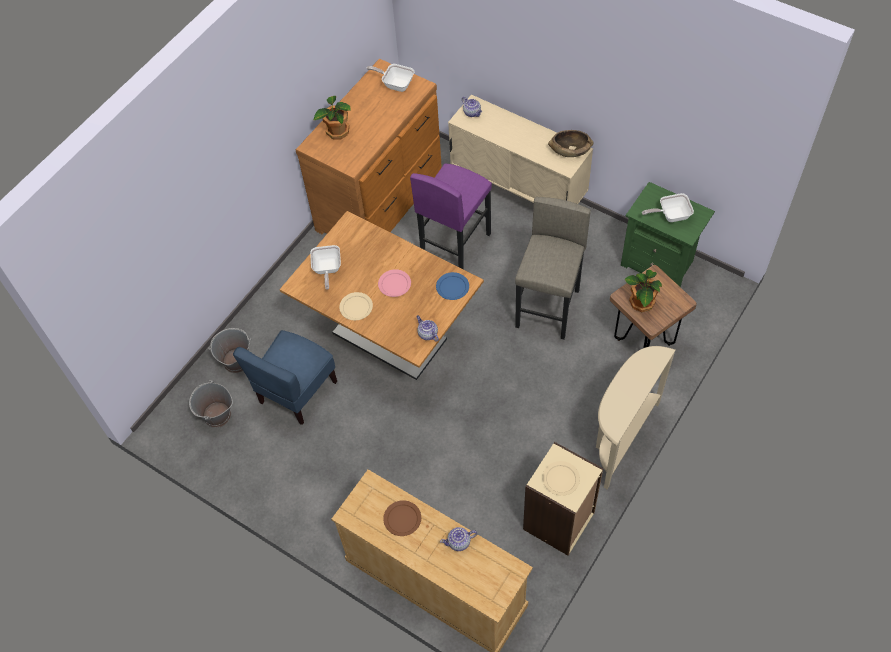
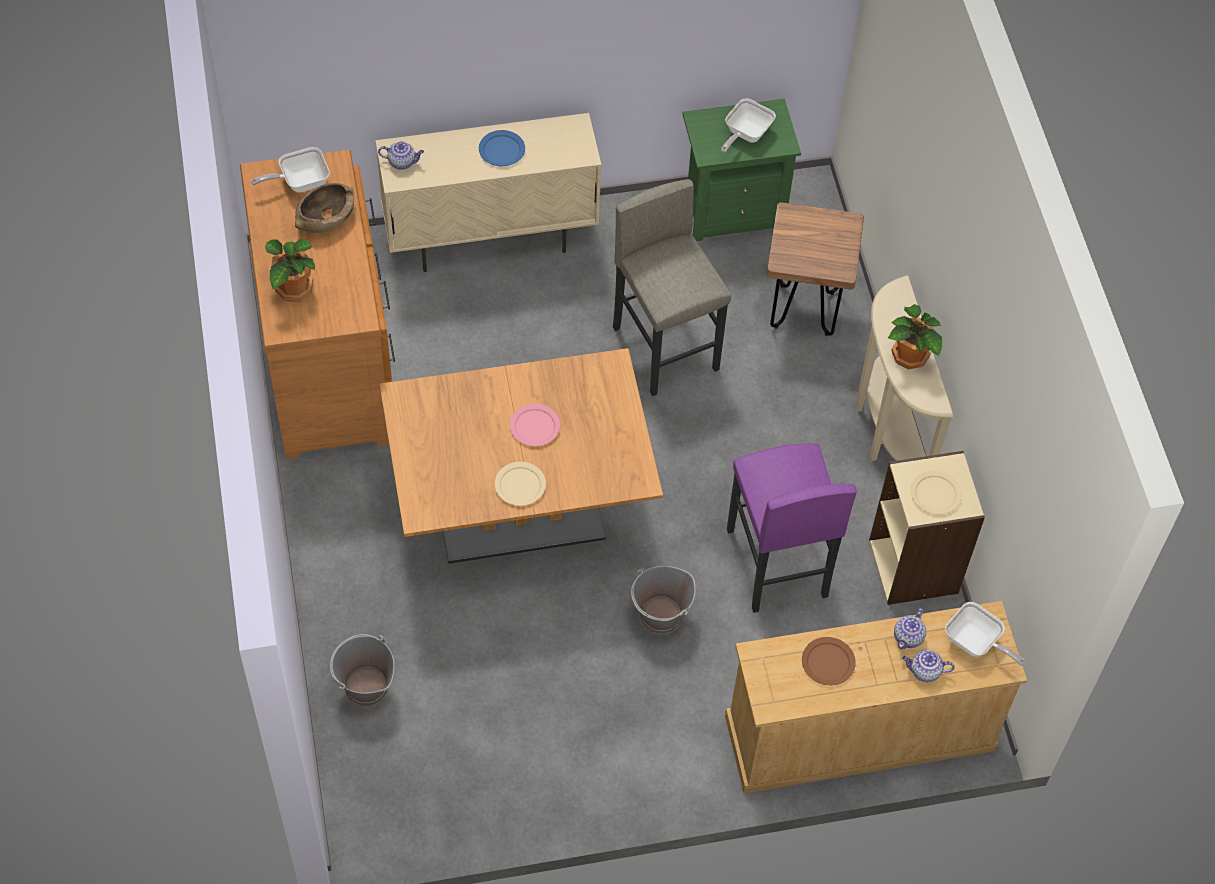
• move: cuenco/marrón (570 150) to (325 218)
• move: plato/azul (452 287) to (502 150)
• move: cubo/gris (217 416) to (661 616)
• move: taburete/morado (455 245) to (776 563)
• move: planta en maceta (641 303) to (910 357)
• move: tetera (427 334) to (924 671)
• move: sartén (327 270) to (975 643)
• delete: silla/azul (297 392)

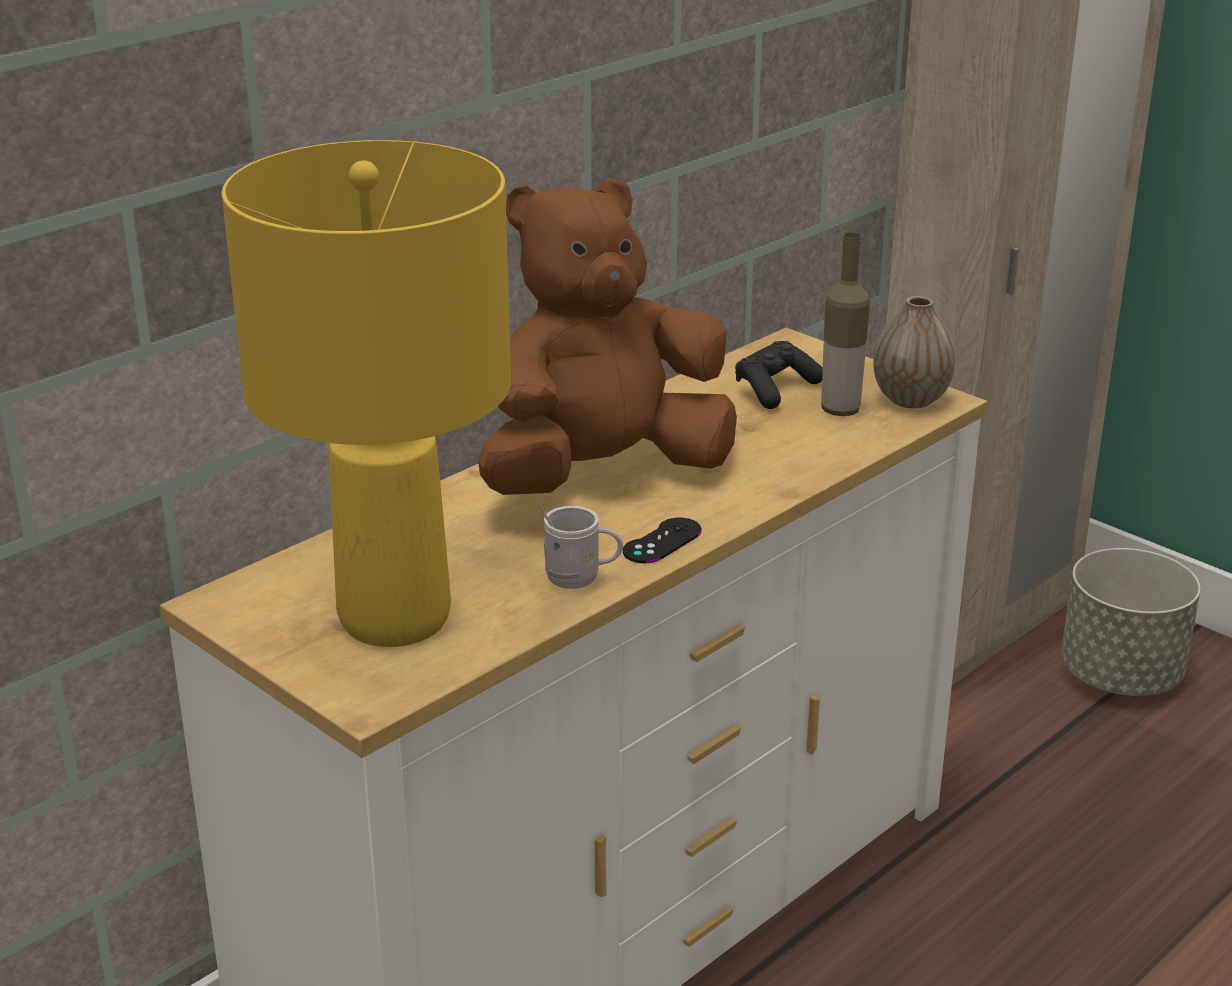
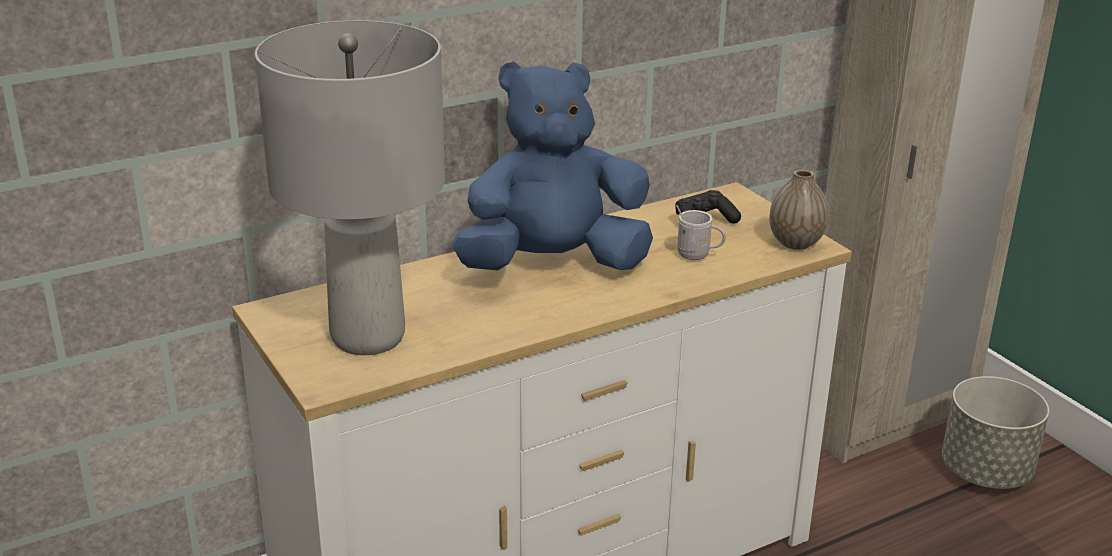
• recolor: lámpara de mesa/amarillo (393 617) to lámpara de mesa/gris (367 336)
• recolor: peluche/marrón (602 475) to peluche/azul (553 264)
• move: taza grande/blanco (581 579) to (698 255)
• delete: mando de consola/negro (662 541)
• delete: botella (840 410)

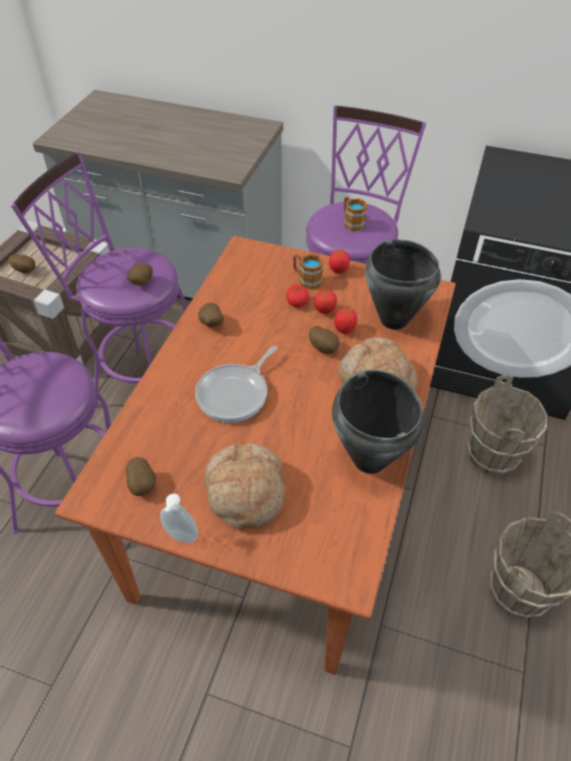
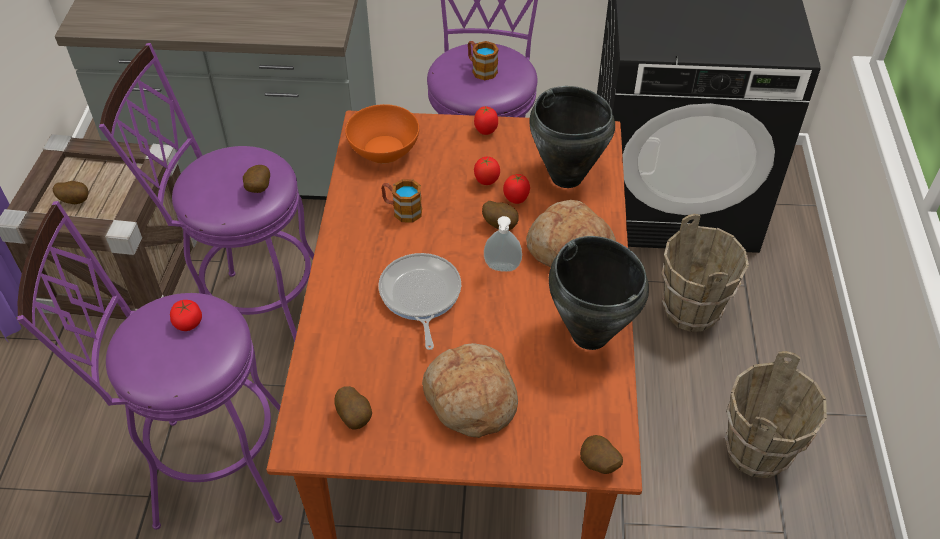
• move: tomate (297 302) to (188 322)
• insert: cuenco/naranja (383 150)
• rotate: sartén (235 394) = (420 296) 150 degrees clockwise
• move: taza grande (306 279) to (402 210)
• move: dispensador de jabón (180 537) to (502 269)
• move: patata (211 325) to (598 465)

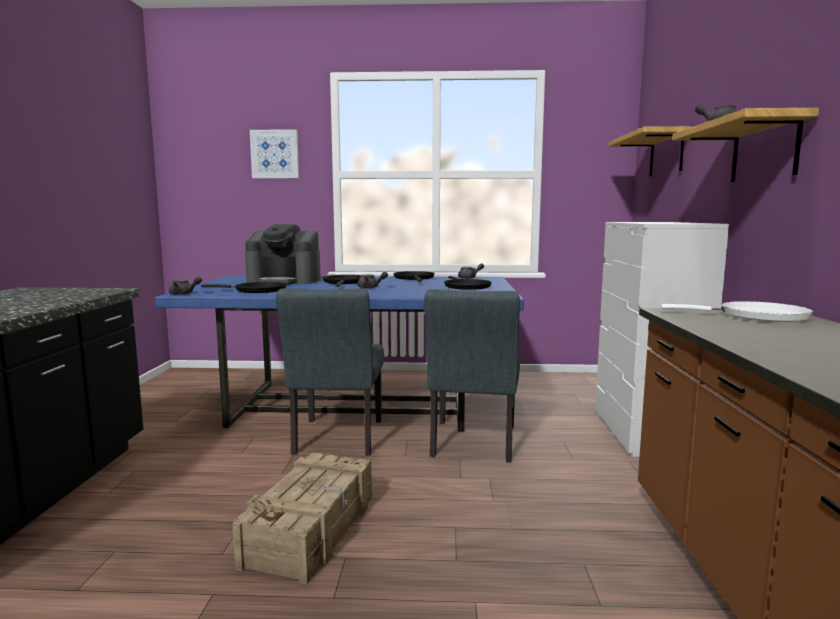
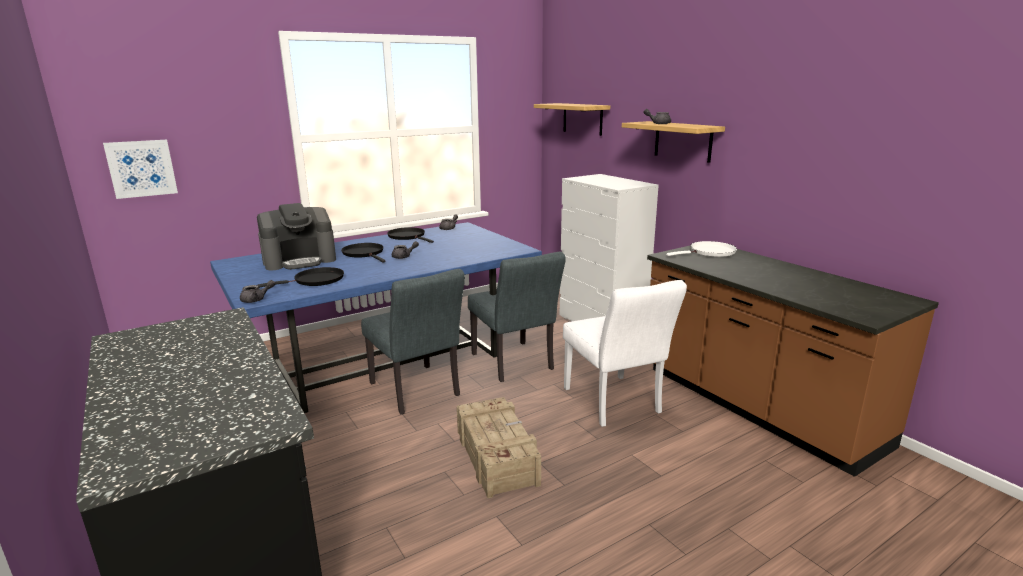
• move: cuadro (275 154) to (141 168)
• insert: silla/blanco (615 404)
• delete: sartén/negro (466 287)

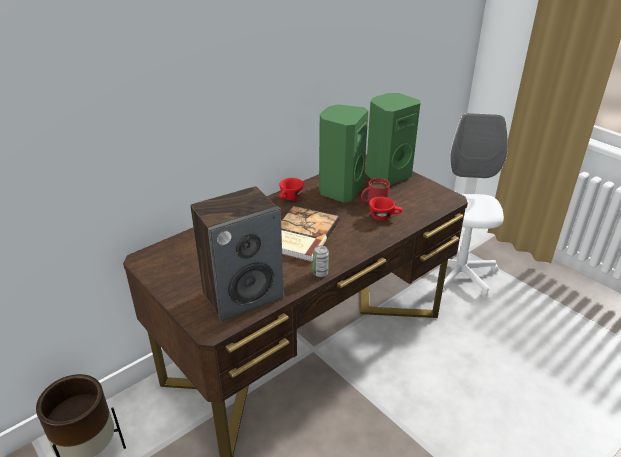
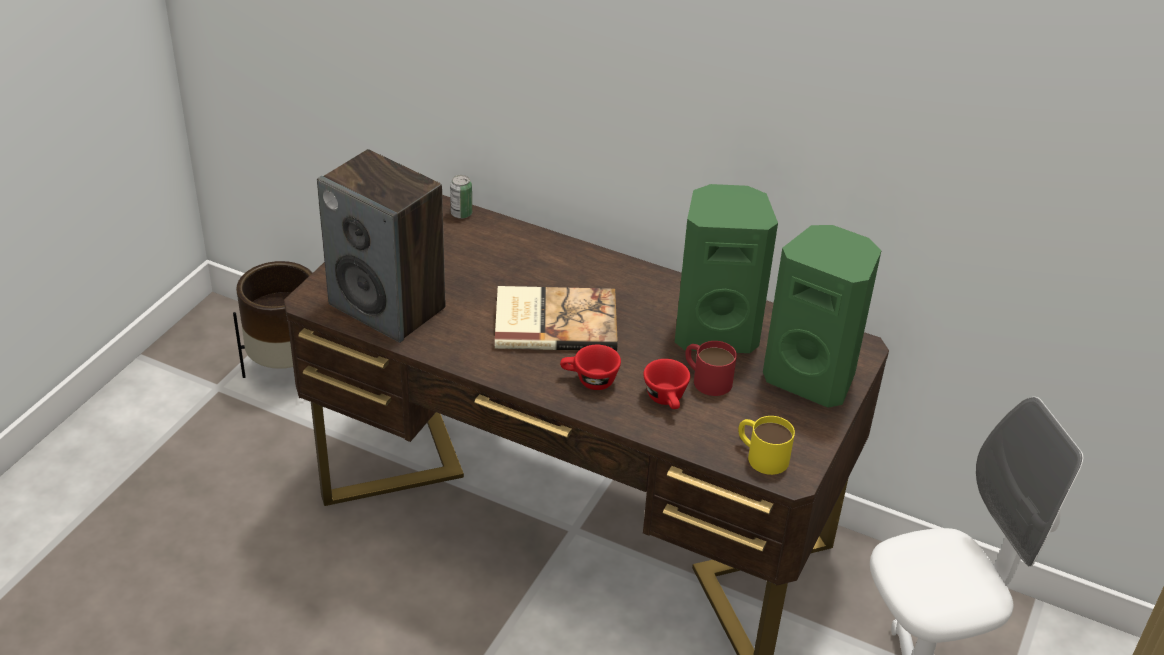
• move: lata (320 273) to (461 214)
• move: taza/rojo (290 198) to (589 381)
• insert: taza grande/amarillo (761 455)

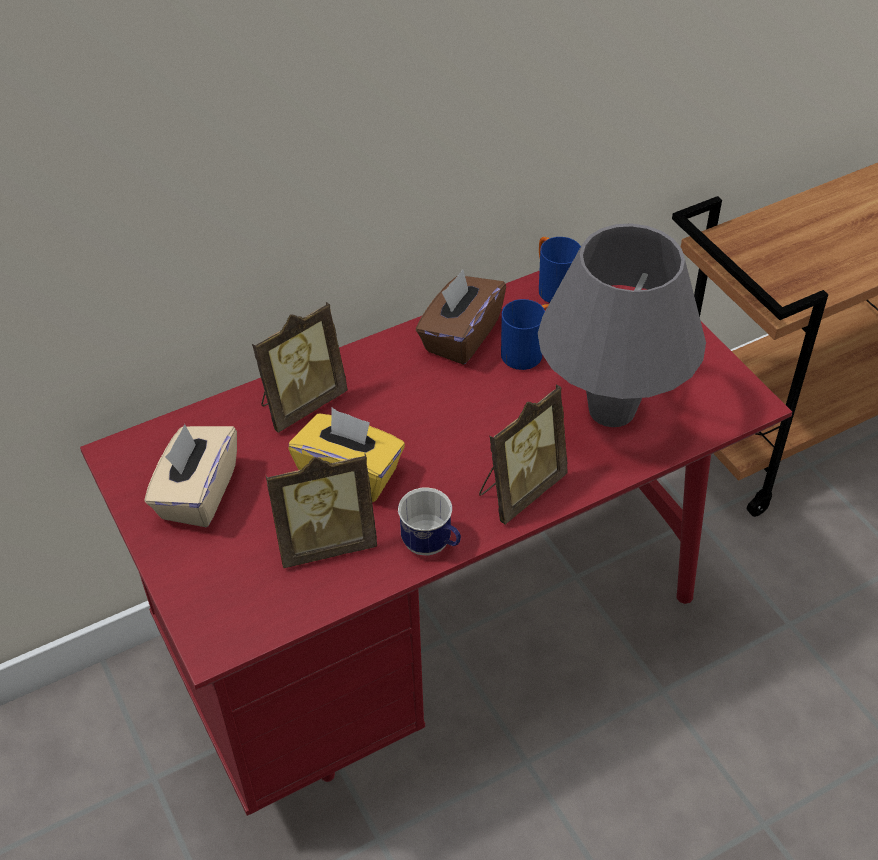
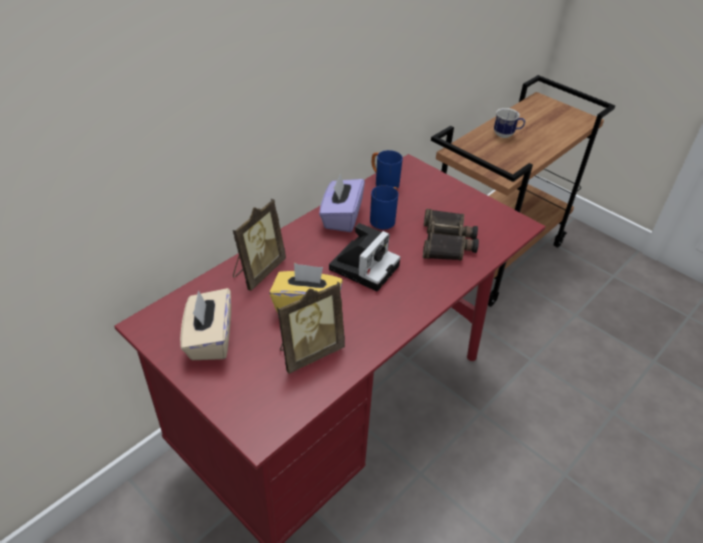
• recolor: caja de pañuelos/marrón (460 336) to caja de pañuelos/morado (341 217)
• insert: cámara (364 265)
• replace: lámpara de mesa/gris (611 410) to prismáticos (448 242)
• move: taza grande (432 546) to (506 135)
• delete: portarretratos (519 489)

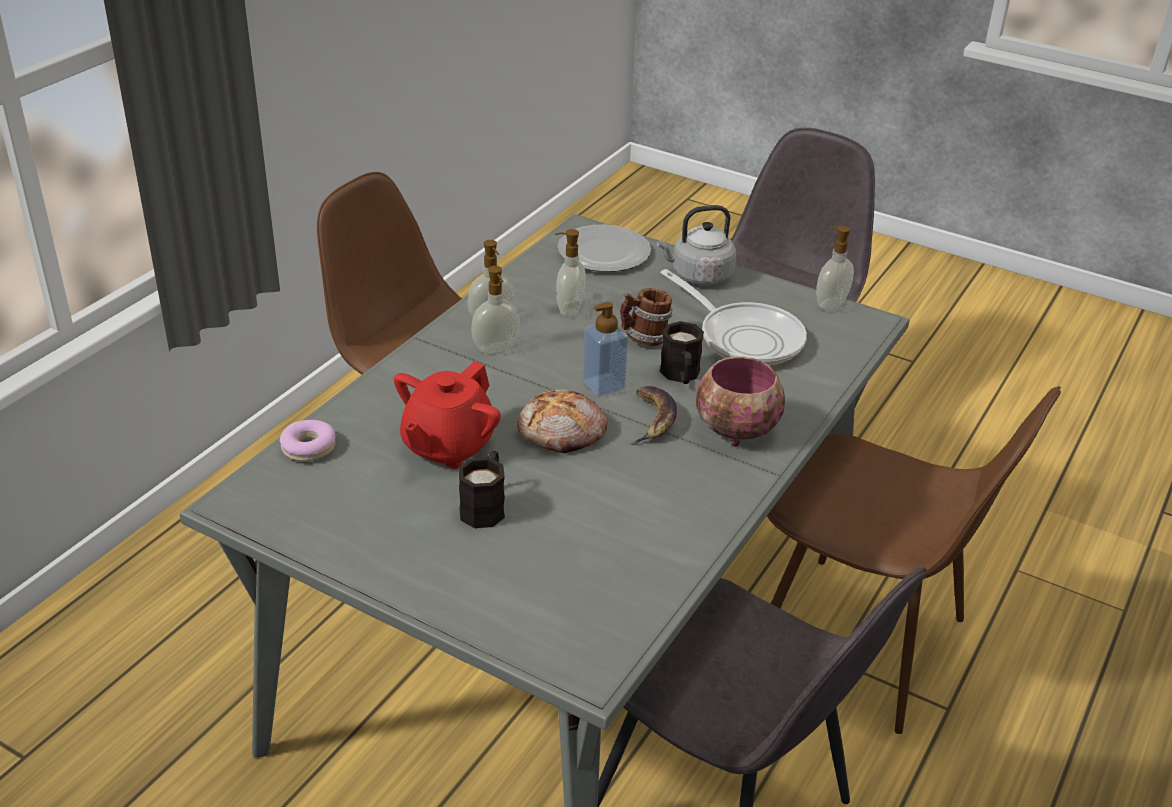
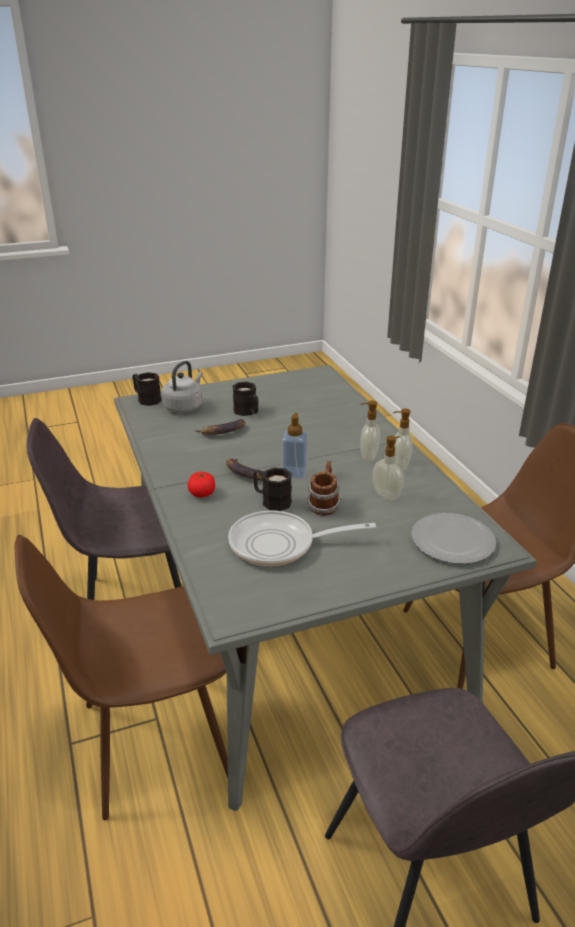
• insert: taza grande/negro (146 399)
• move: hervidor/gris (698 276) to (184 406)
• replace: cuenco (736 431) to tomate (202 493)
• insert: plátano (222 432)
• delete: rosquilla (309 448)
• delete: tetera/rojo (447 446)
• delete: pan (563 432)
• delete: dispensador de jabón (829 304)

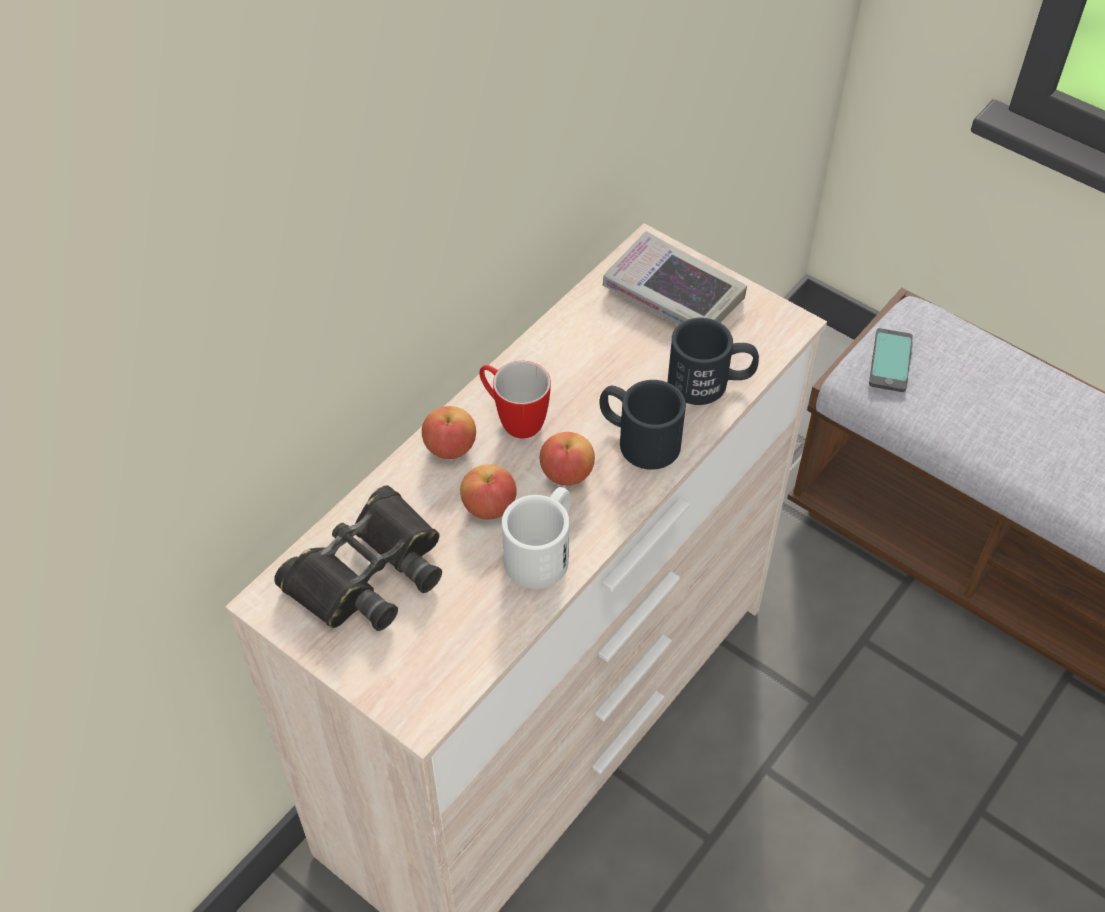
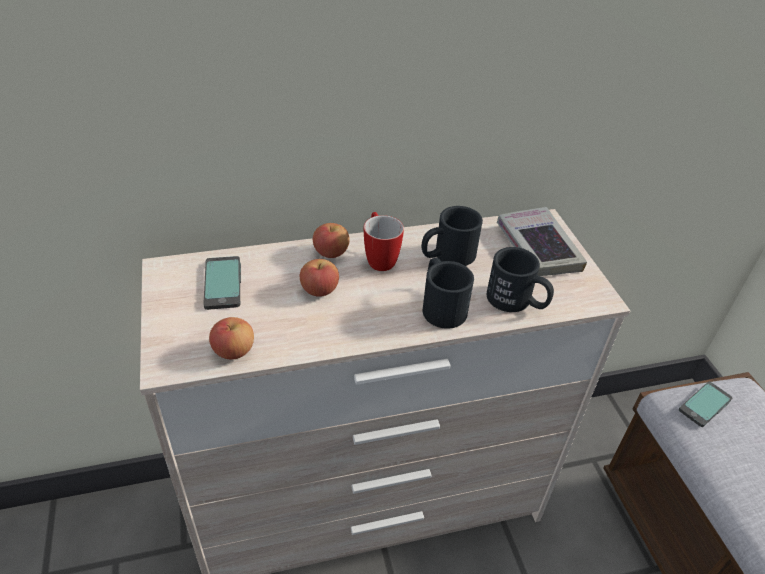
• replace: prismáticos/negro (368 572) to móvil (223 283)
• move: manzana (566 473) to (233 351)
• insert: taza grande/negro (447 256)
• delete: taza grande/blanco (543 550)

